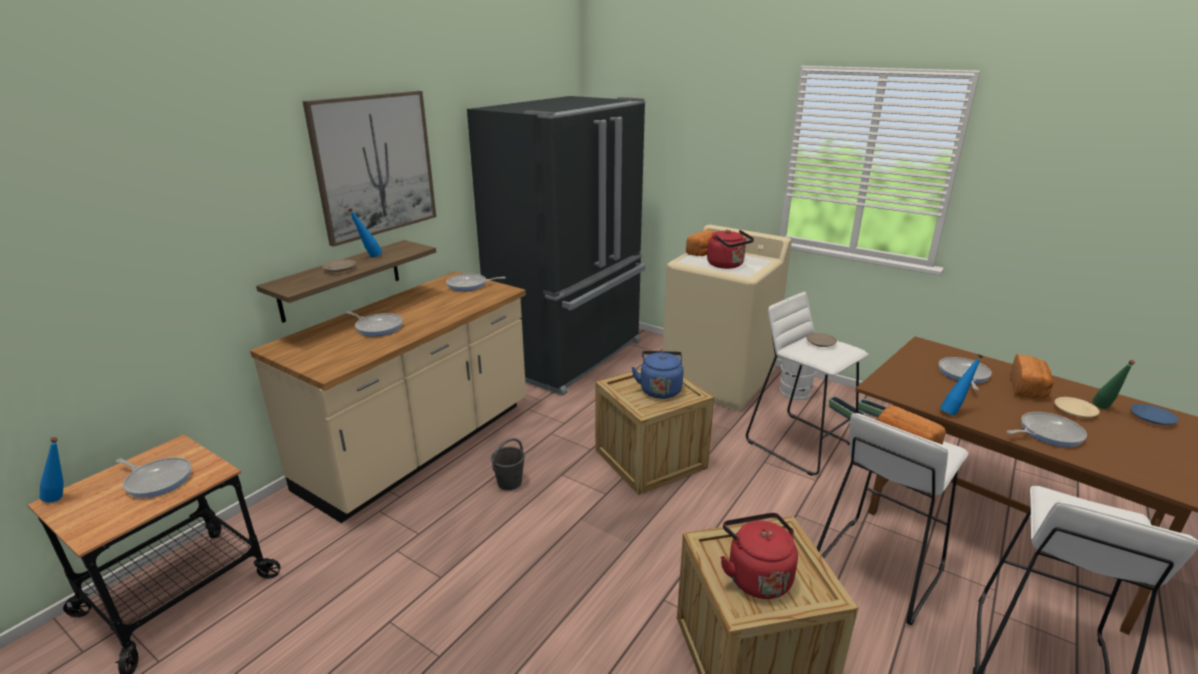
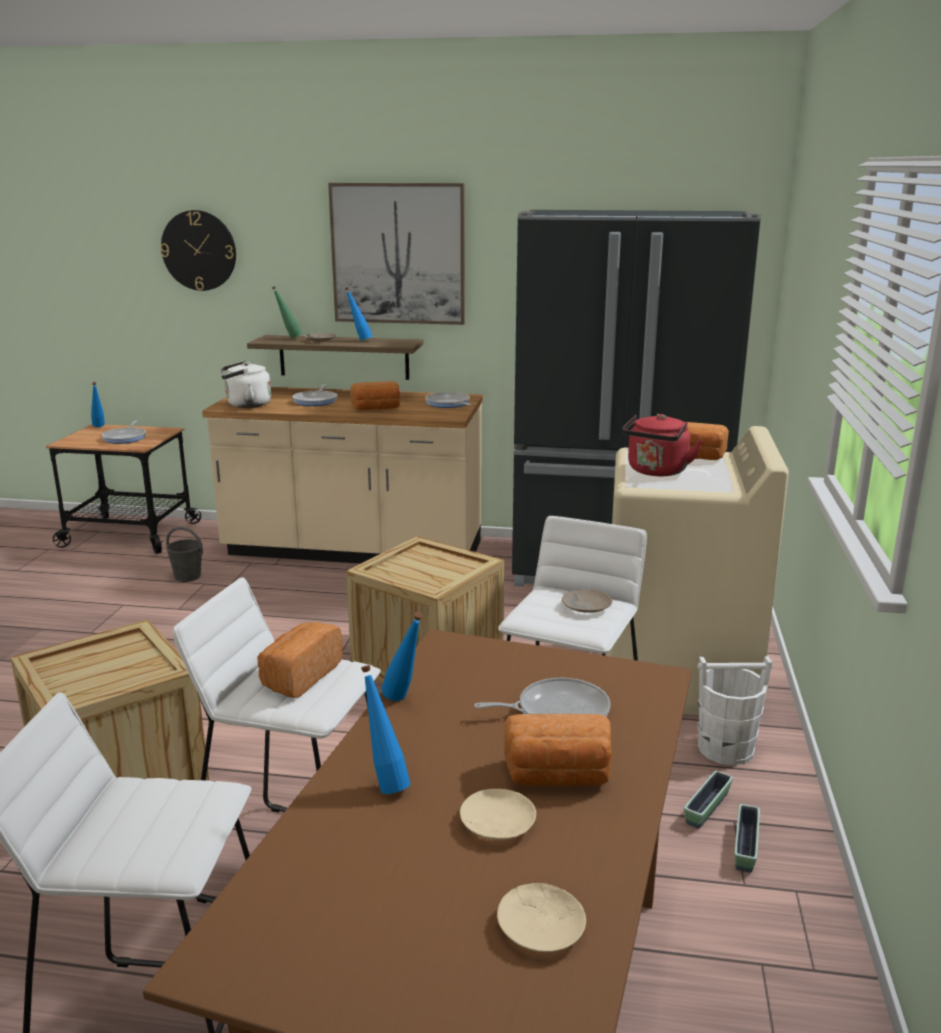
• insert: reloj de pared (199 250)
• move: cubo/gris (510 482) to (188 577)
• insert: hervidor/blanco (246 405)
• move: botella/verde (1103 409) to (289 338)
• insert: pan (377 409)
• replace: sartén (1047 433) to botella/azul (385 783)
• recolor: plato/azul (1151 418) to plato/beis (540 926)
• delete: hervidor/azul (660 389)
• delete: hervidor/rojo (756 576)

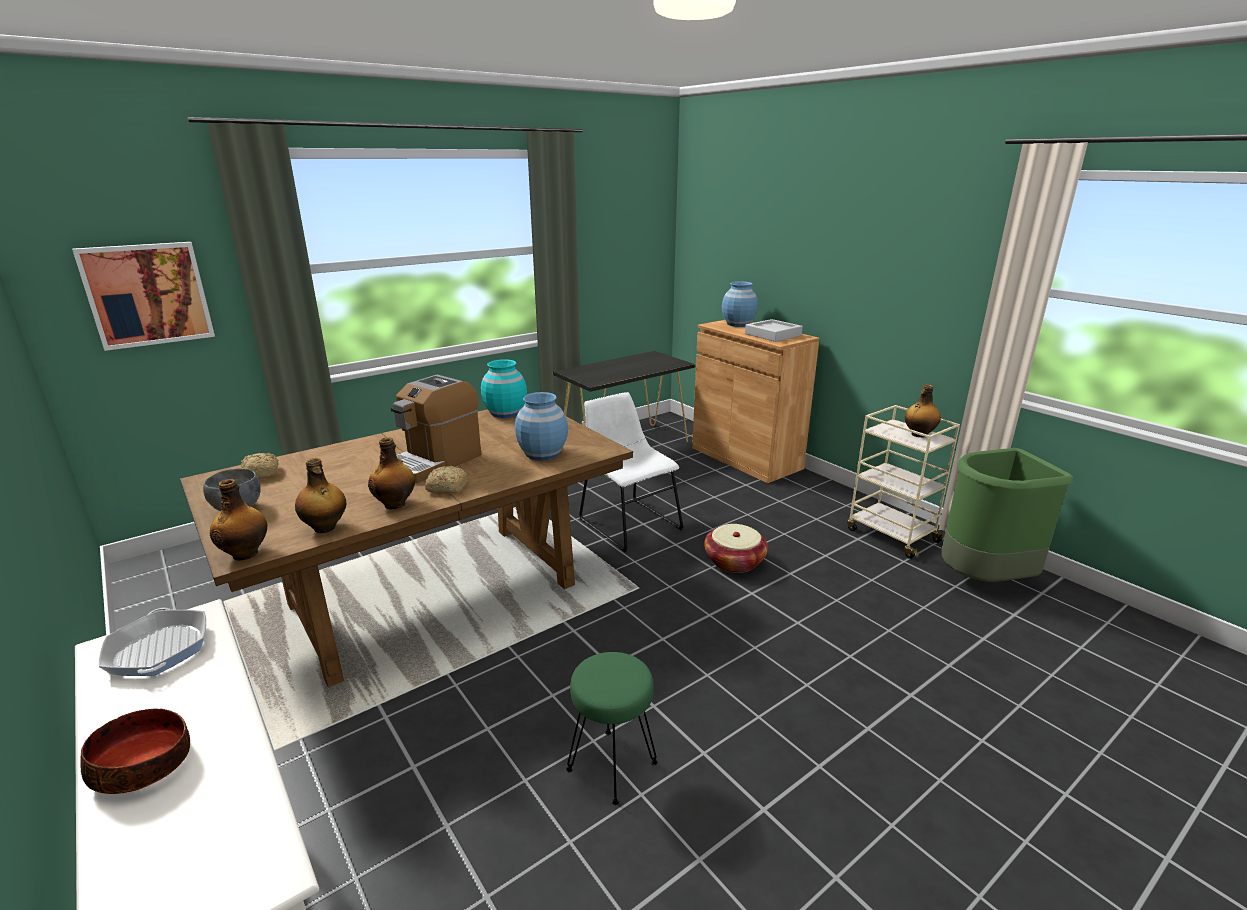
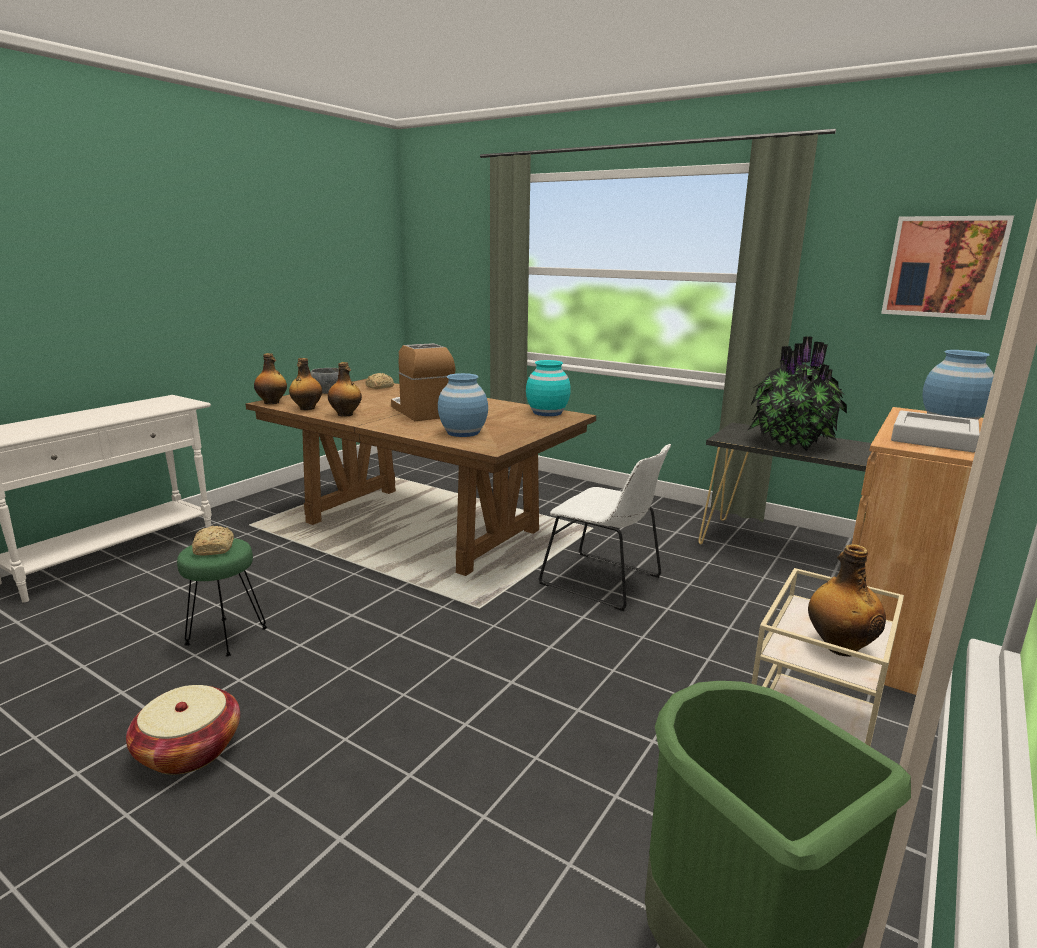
• move: cesta (734 562) to (189 750)
• move: pan (446 487) to (215 548)
• rotate: cafetera (433 462) = (422 411) 45 degrees clockwise
• rotate: silla/blanco (627 522) = (605 582) 90 degrees clockwise
• insert: planta en maceta (792 442)
• move: cuadro (147 294) to (944 267)
• delete: cuenco (144 765)
• delete: sartén (158 649)

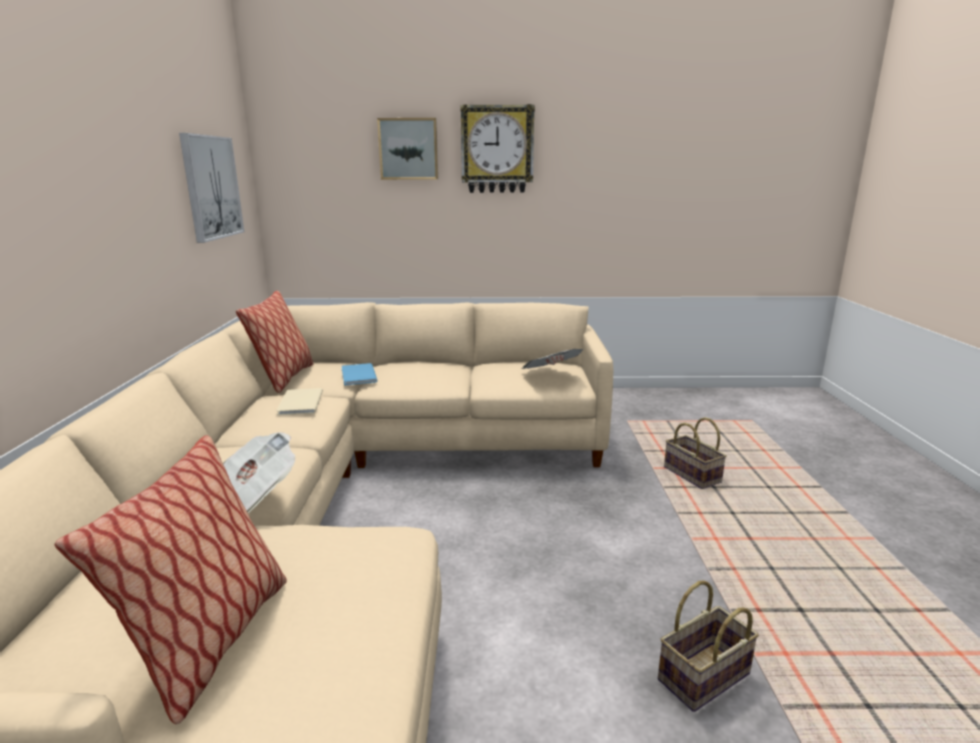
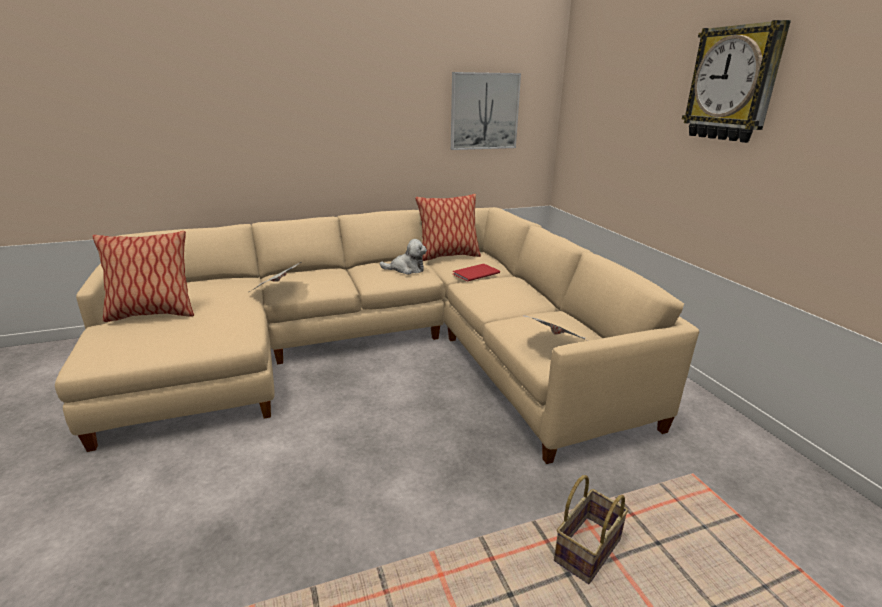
• replace: libro/beis (298 403) to peluche (406 269)
• recolor: libro/azul (357 376) to libro/rojo (474 273)
• delete: cuadro (408 149)
• delete: cesta (703 679)

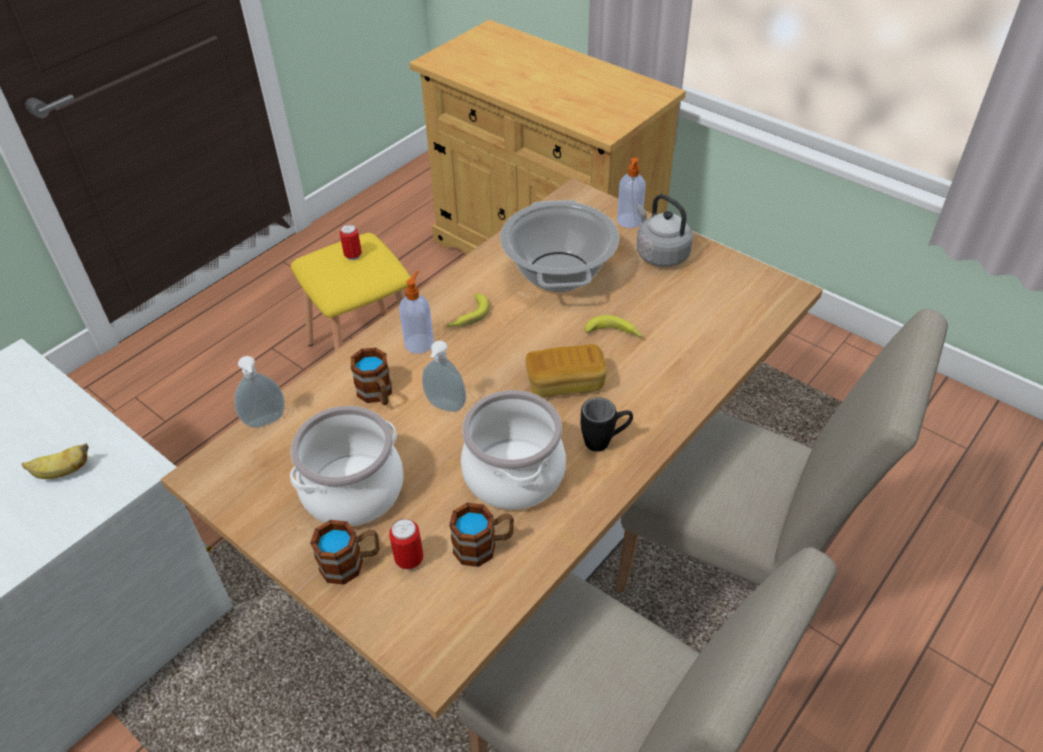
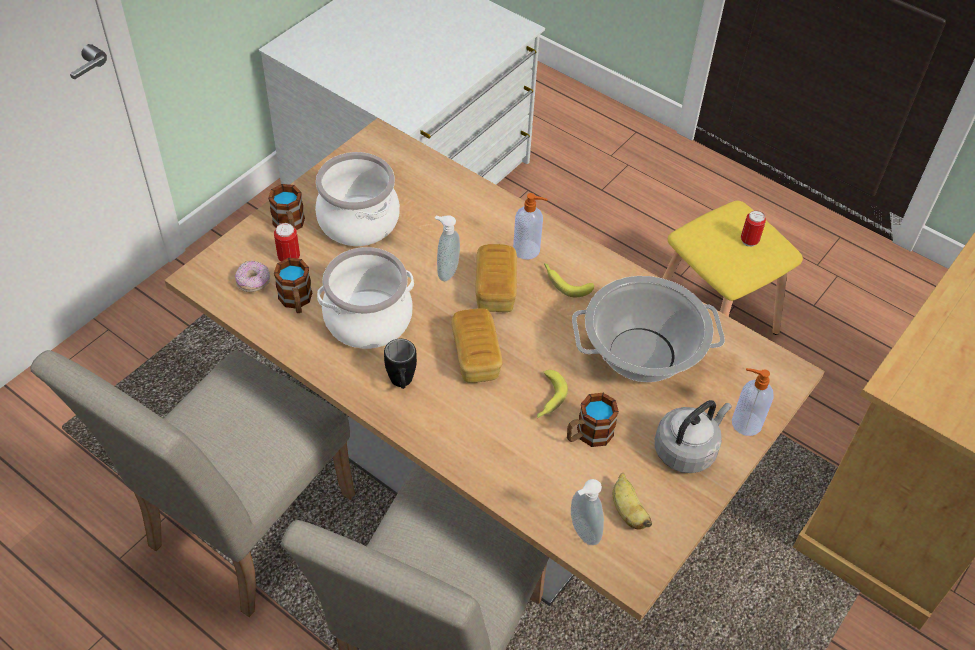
• insert: rosquilla (253 282)
• insert: pan (495 289)
• move: taza grande (377 395) to (588 435)
• move: dispensador de jabón (266 422) to (582 532)
• move: plátano (62 472) to (627 511)

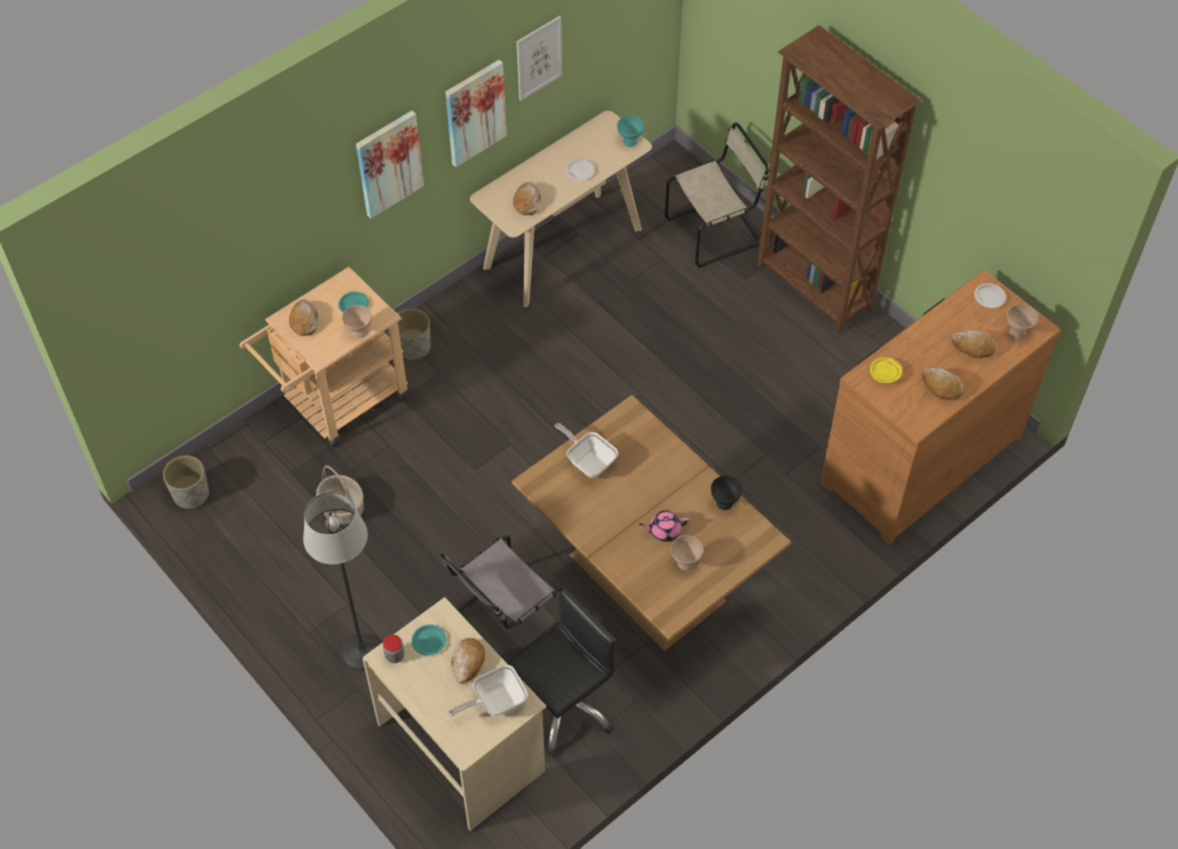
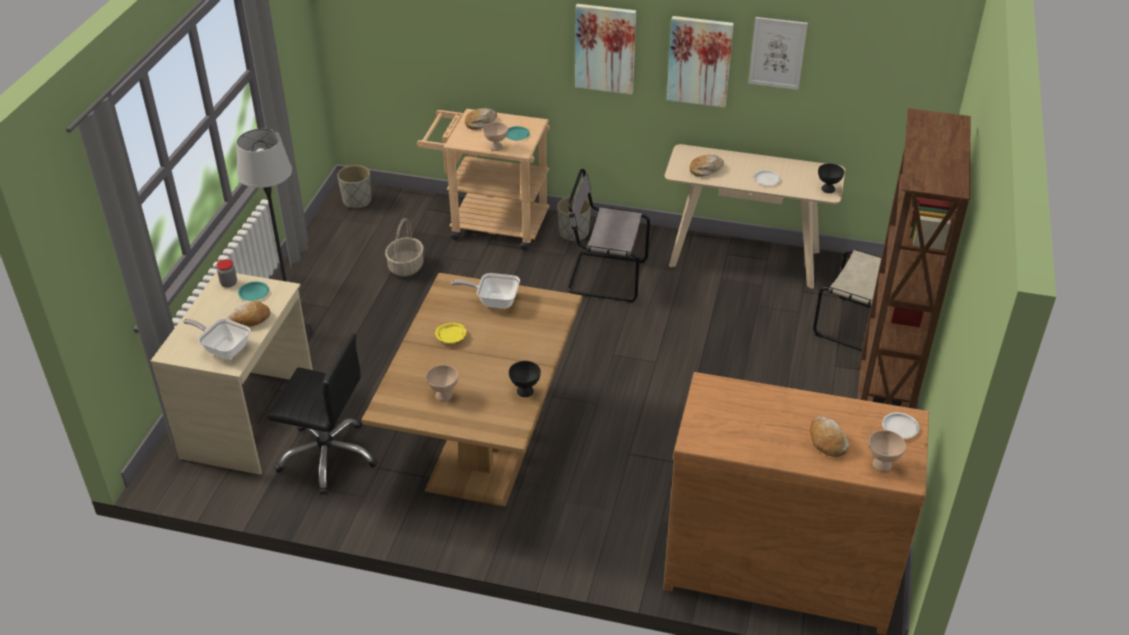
• move: plato/amarillo (885 373) to (451 337)
• rotate: sartén (588 461) = (494 301) 90 degrees counterclockwise
• move: silla/gris (502 622) to (604 277)
• recolor: cuenco/turquesa (629 142) to cuenco/negro (827 189)
• delete: tetera/rosa (664 530)
• delete: pan (940 387)

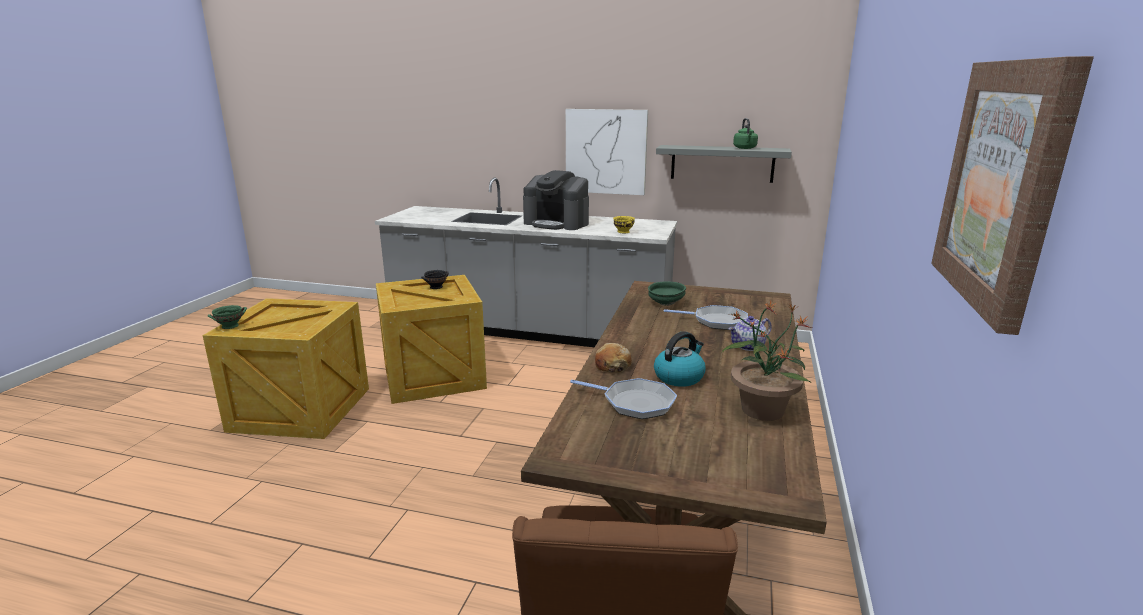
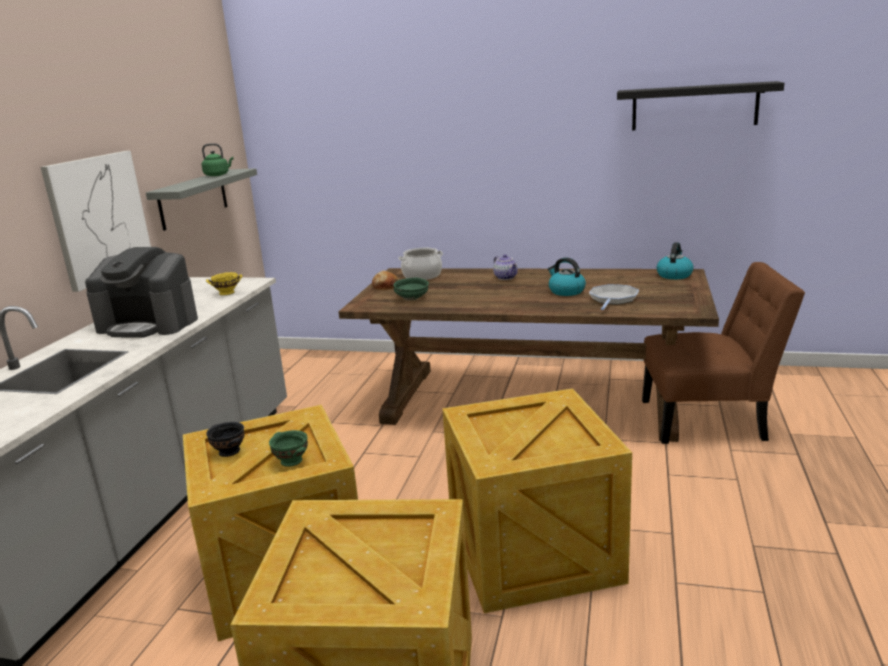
• rotate: cafetera (557 223) = (149 324) 75 degrees clockwise
• move: cuenco/verde (231 326) to (291 460)
• move: pan (612 365) to (385 286)
• insert: olla (422 276)
• insert: caja de embalaje (534 550)
• replace: cuadro (1003 184) to estante/negro (694 106)
• insert: hervidor (674 275)
• delete: sartén (716 321)
• delete: planta en maceta (762 409)

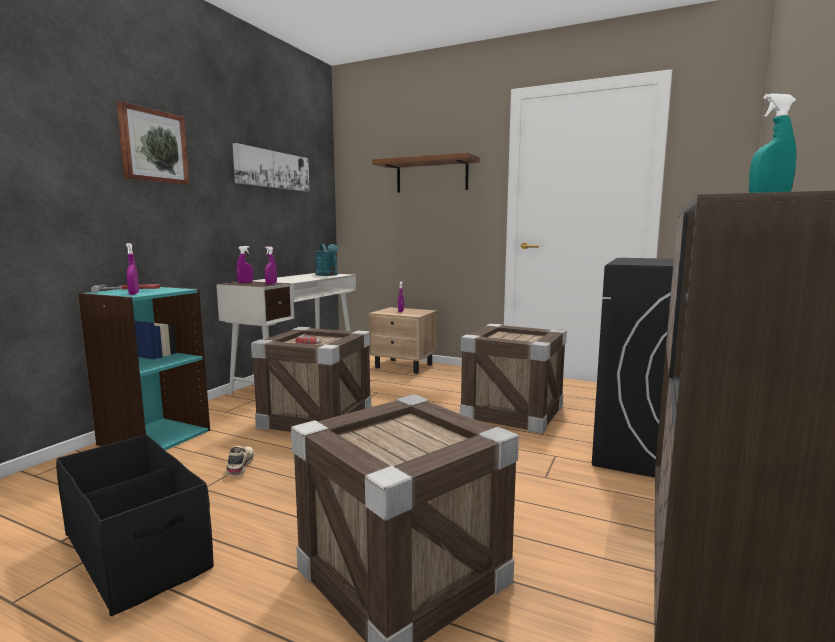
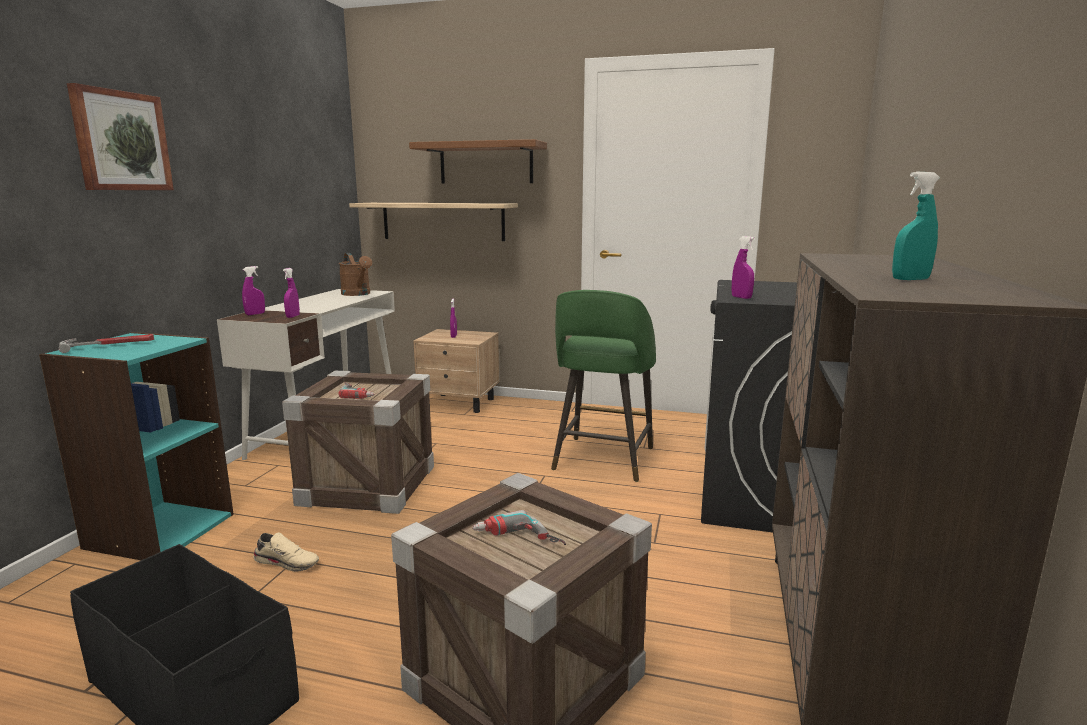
• rotate: zapato/beis (239 466) = (288 562) 120 degrees clockwise
• recolor: regadera/turquesa (328 275) to regadera/marrón (358 294)
• insert: estante (443 221)
• insert: taladro (517 541)
• replace: caja de embalaje (512 412) to taburete/verde (602 460)
• move: pulverizador/morado (134 294) to (741 297)
• delete: cuadro (272 169)

